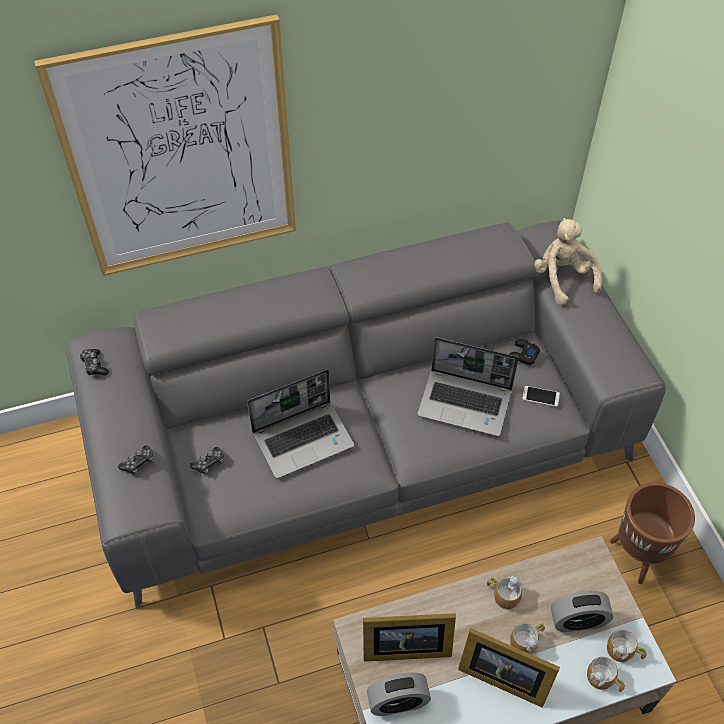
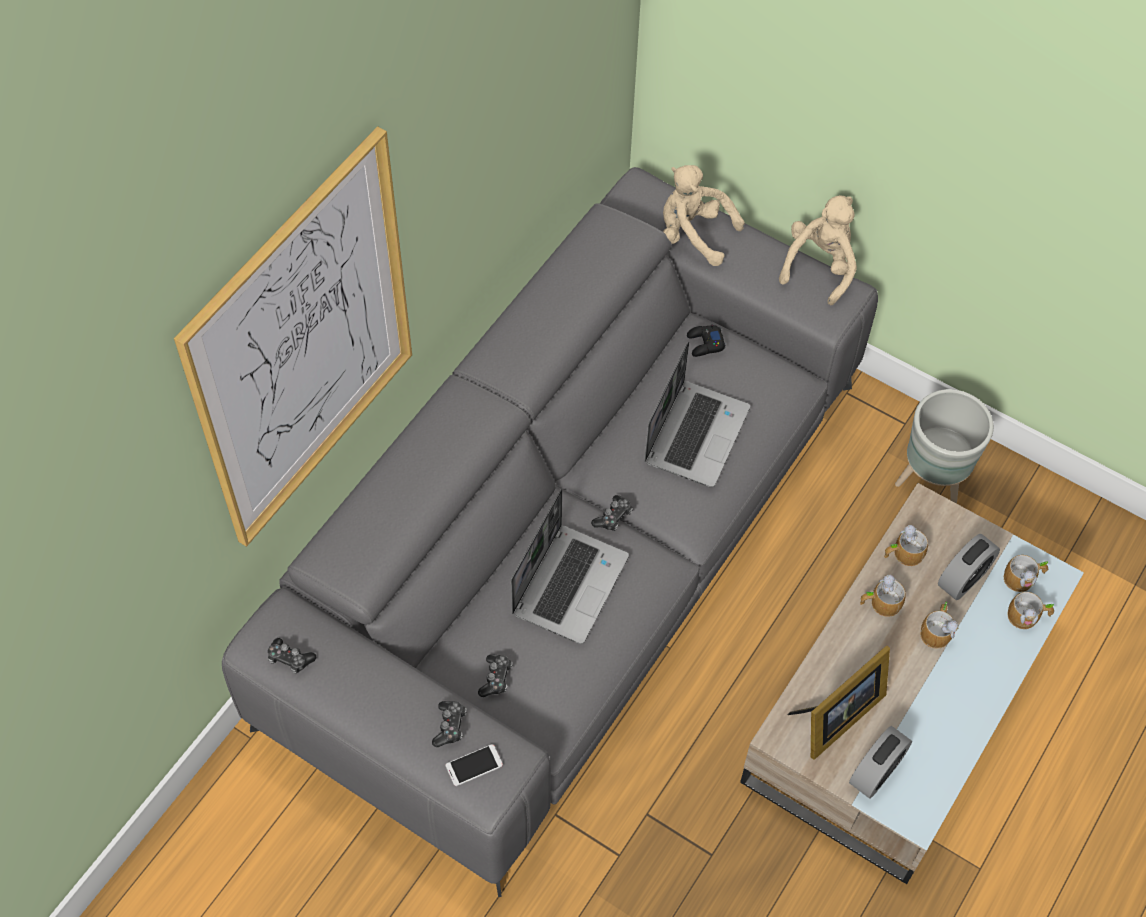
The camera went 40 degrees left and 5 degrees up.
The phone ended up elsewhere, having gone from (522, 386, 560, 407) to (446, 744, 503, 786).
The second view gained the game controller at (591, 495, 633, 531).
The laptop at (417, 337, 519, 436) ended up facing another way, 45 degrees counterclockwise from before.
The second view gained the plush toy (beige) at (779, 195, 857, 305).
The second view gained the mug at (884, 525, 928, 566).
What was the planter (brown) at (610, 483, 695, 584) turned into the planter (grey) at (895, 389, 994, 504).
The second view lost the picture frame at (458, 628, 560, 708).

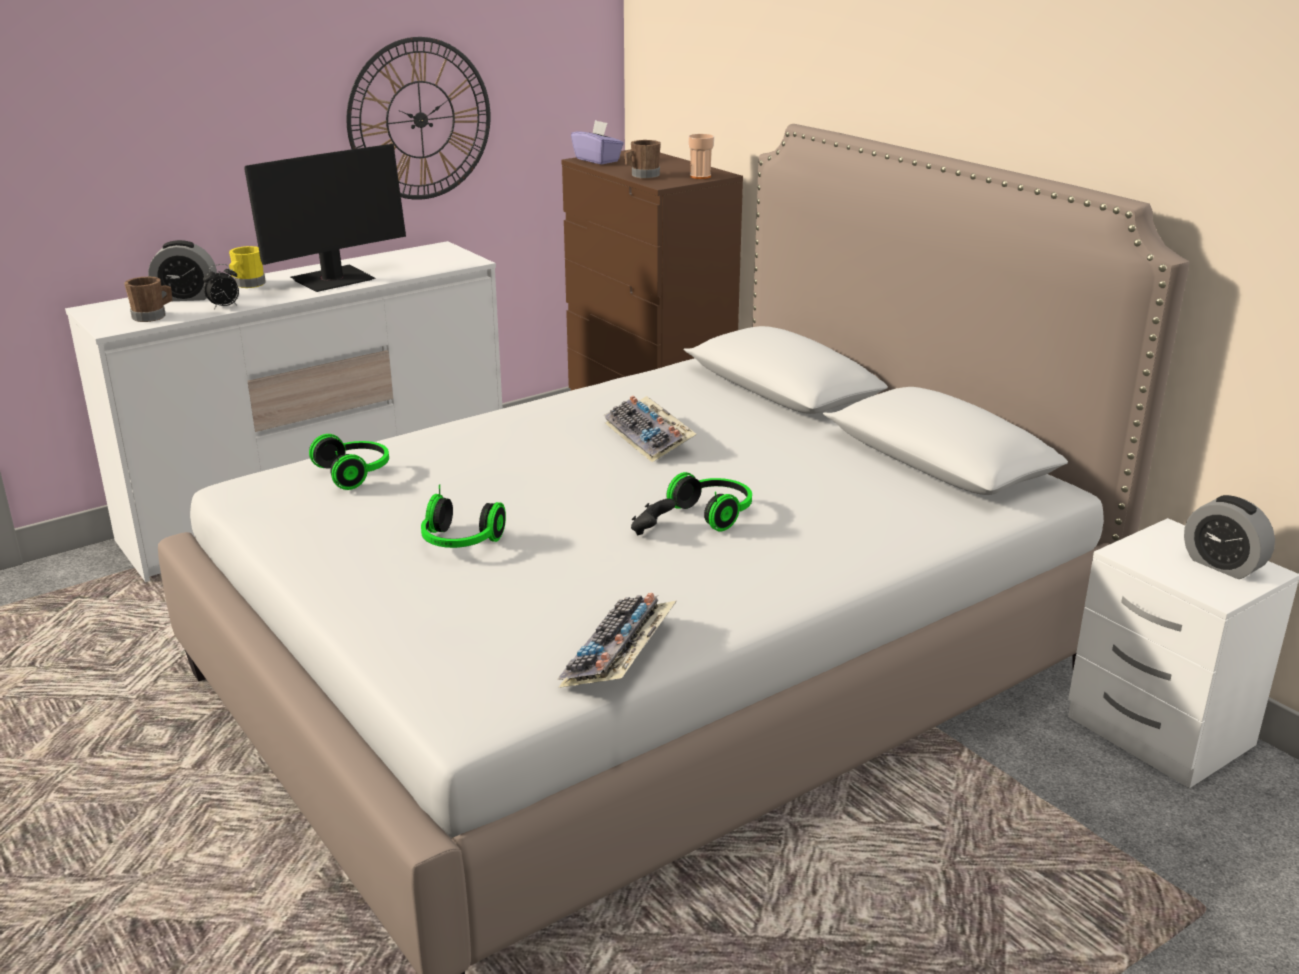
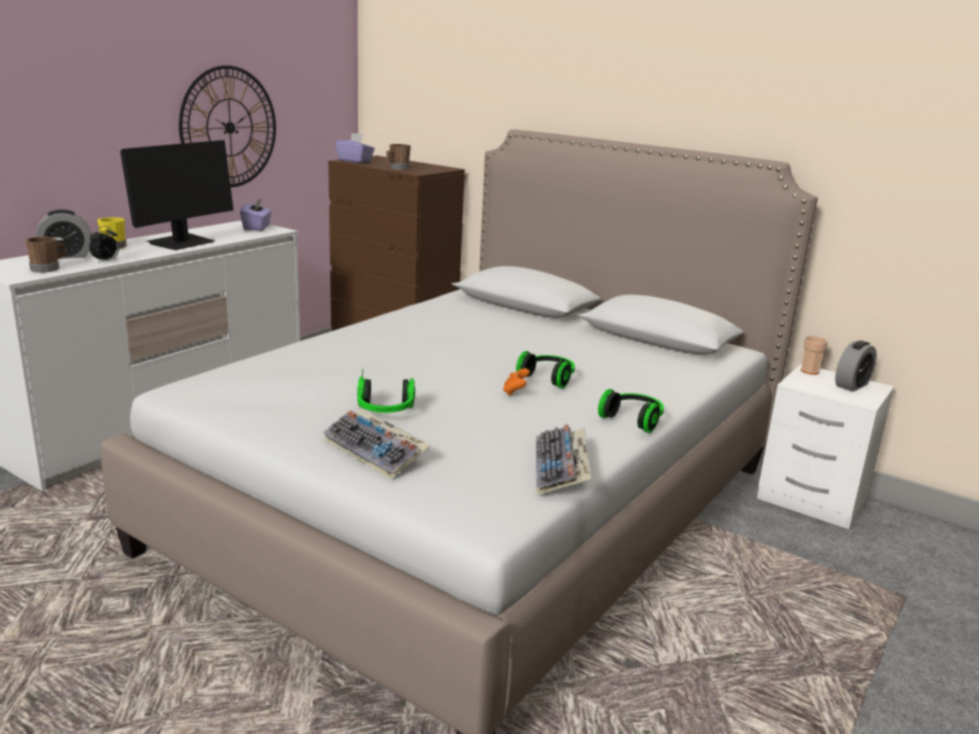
The camera went 20 degrees left and 5 degrees down.
The second view gained the tissue box (purple) at (240, 197, 272, 231).
The keyboard ended up elsewhere, having gone from (604, 396, 696, 463) to (322, 409, 430, 479).
What was the game controller (black) at (631, 498, 676, 536) turned into the game controller (orange) at (503, 368, 530, 396).
The headphones ended up elsewhere, having gone from (309, 434, 389, 490) to (598, 389, 664, 433).
The cup ended up elsewhere, having gone from (688, 134, 714, 179) to (801, 336, 828, 375).
The alarm clock at (1184, 495, 1275, 579) ended up facing another way, 75 degrees counterclockwise from before.

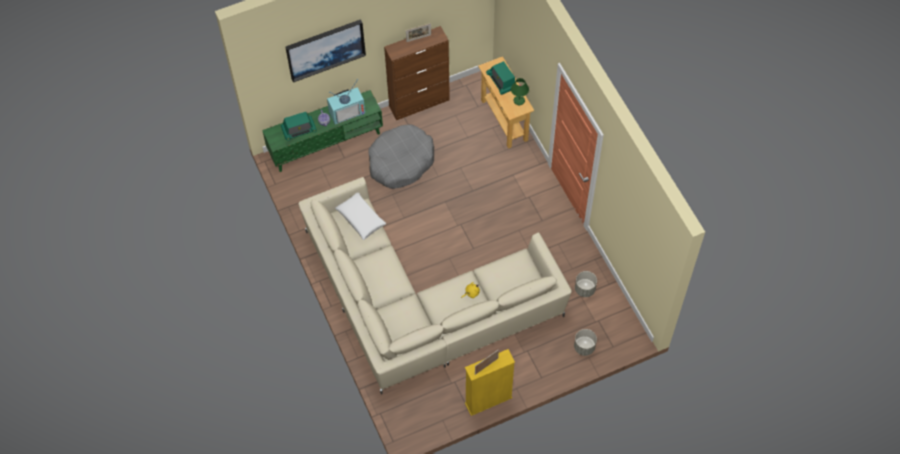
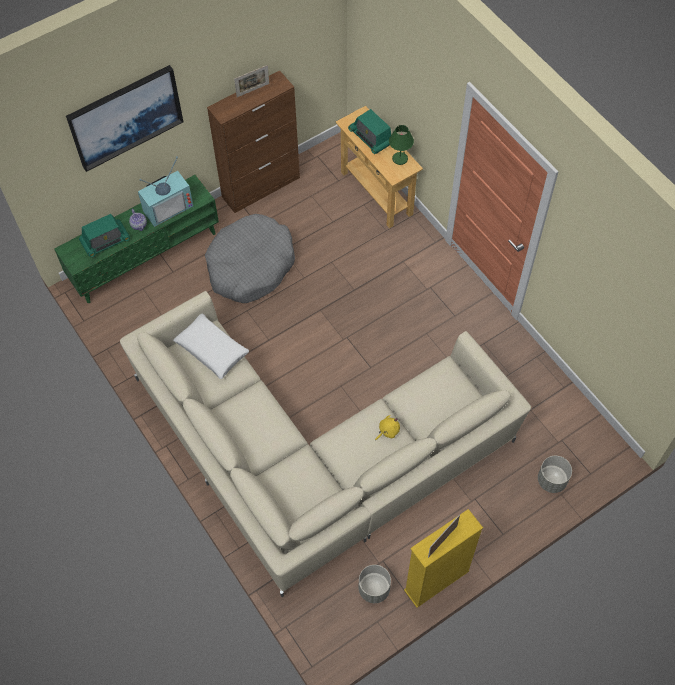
The camera went 10 degrees left and 0 degrees up.
The planter (grey) ended up elsewhere, having gone from (575, 271, 597, 297) to (359, 565, 391, 603).

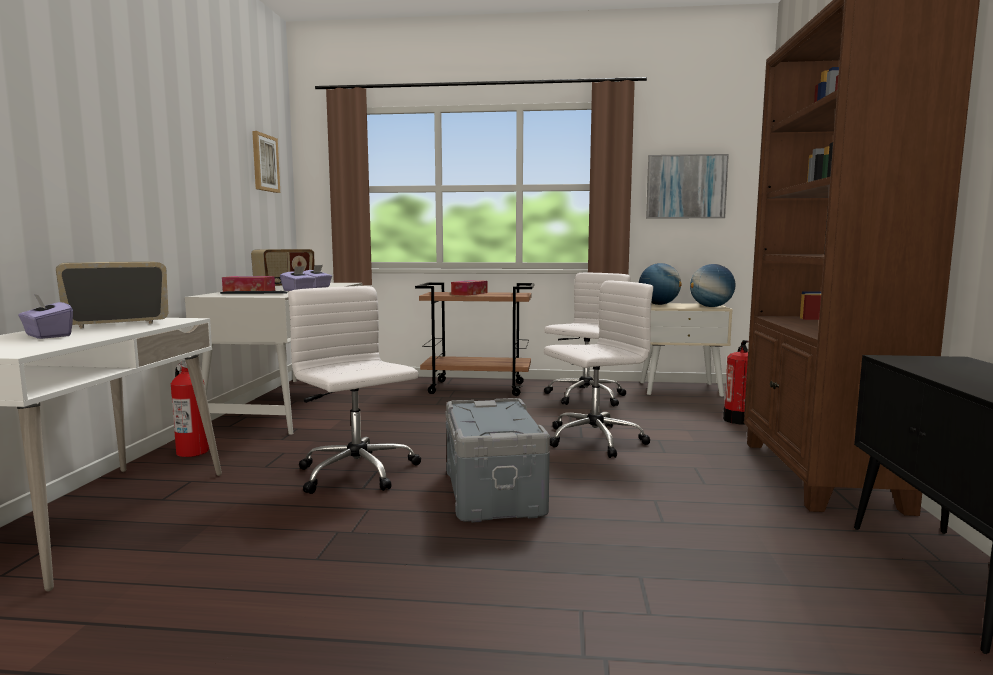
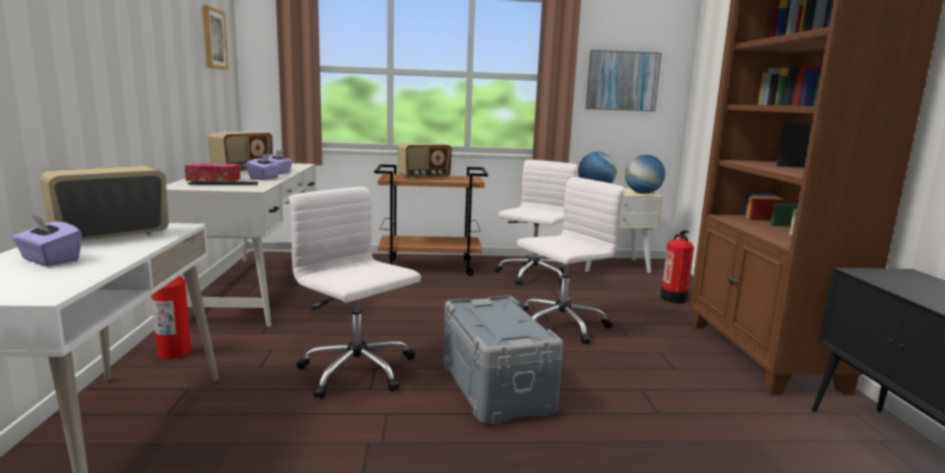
The camera went 10 degrees left and 5 degrees up.
Where the tissue box stood at (451, 280, 487, 296), the radio came to stand at (398, 143, 452, 180).

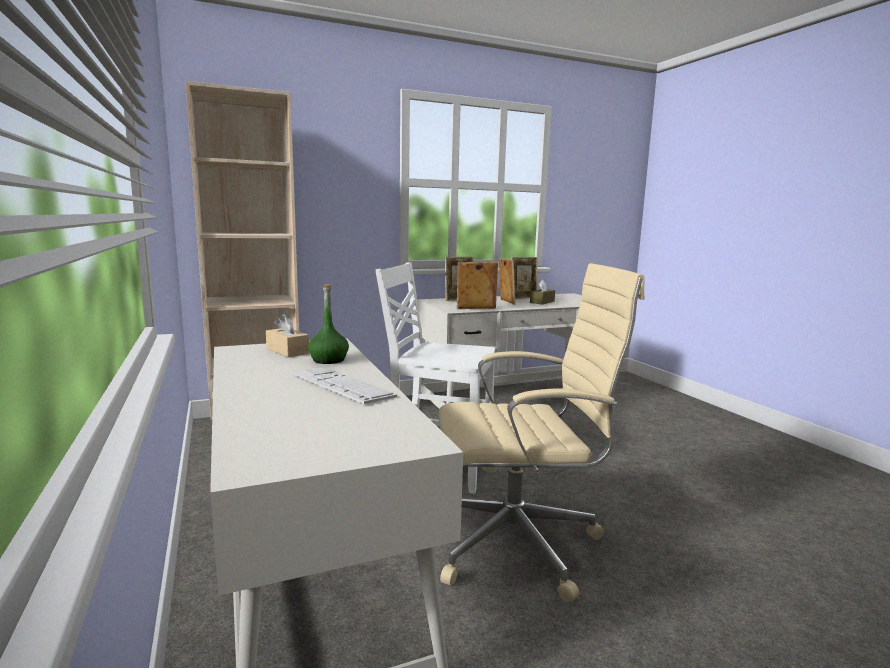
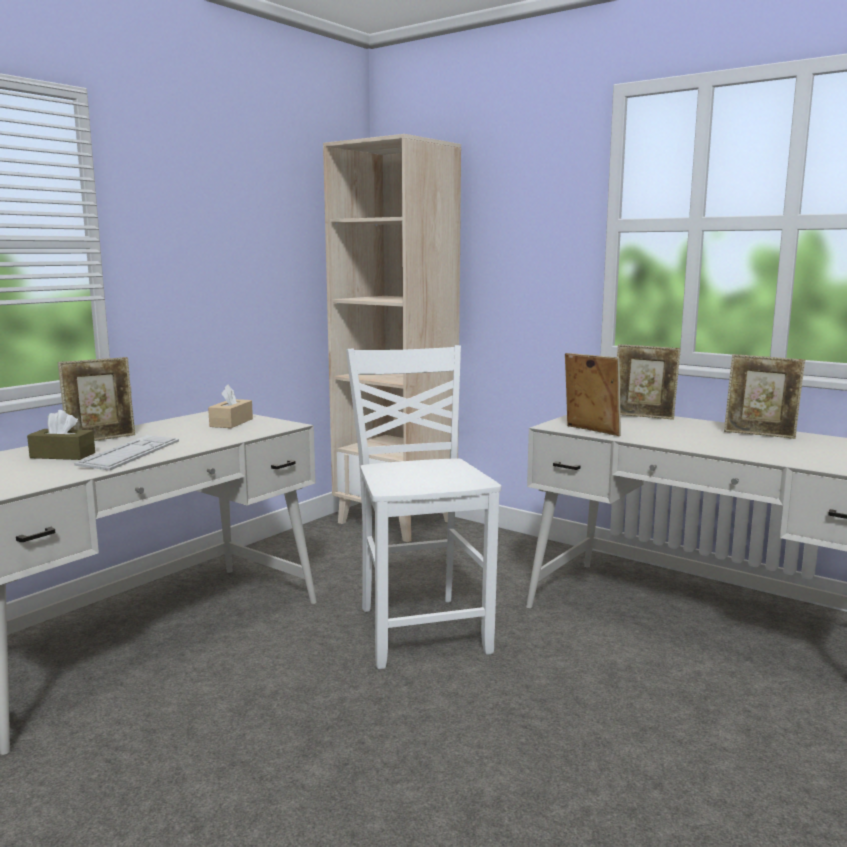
The camera went 60 degrees right and 0 degrees up.
The tissue box (brown) ended up elsewhere, having gone from (530, 280, 555, 305) to (27, 410, 95, 460).
The picture frame ended up elsewhere, having gone from (499, 258, 516, 305) to (58, 357, 135, 441).
The second view lost the bottle (green) at (308, 284, 349, 364).
The second view lost the office chair (beige) at (439, 263, 645, 602).

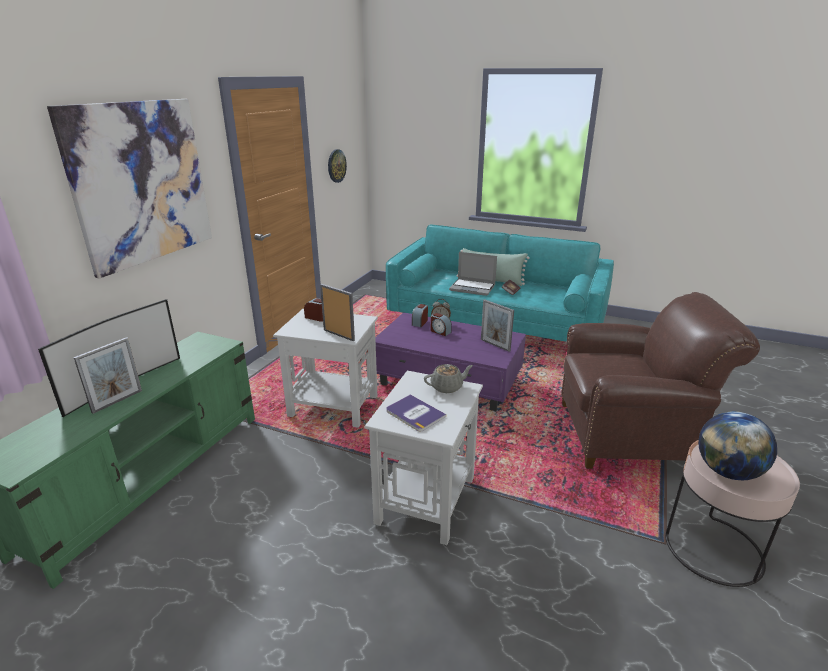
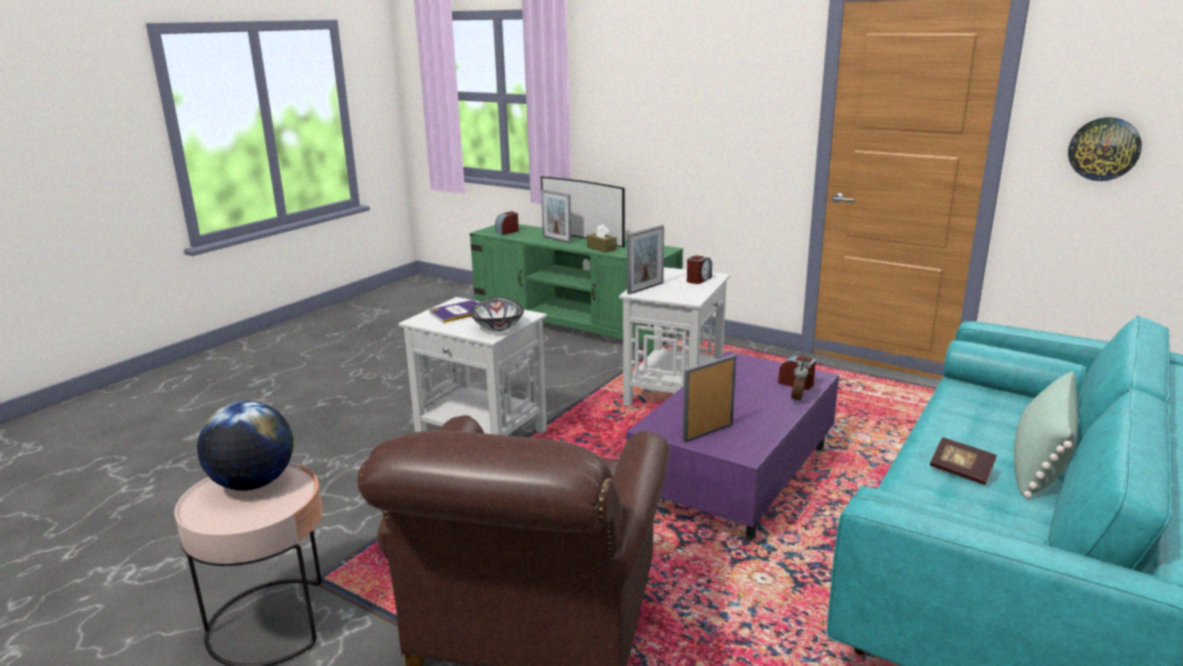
The camera went 100 degrees right and 5 degrees down.
Where the teapot (grey) stood at (424, 364, 473, 393), the bowl came to stand at (471, 297, 524, 331).
The alarm clock ended up elsewhere, having gone from (431, 313, 452, 336) to (495, 211, 519, 235).
The second view gained the tissue box (brown) at (587, 224, 617, 253).
The second view lost the picture at (47, 99, 212, 278).
The second view lost the laptop at (449, 252, 497, 296).

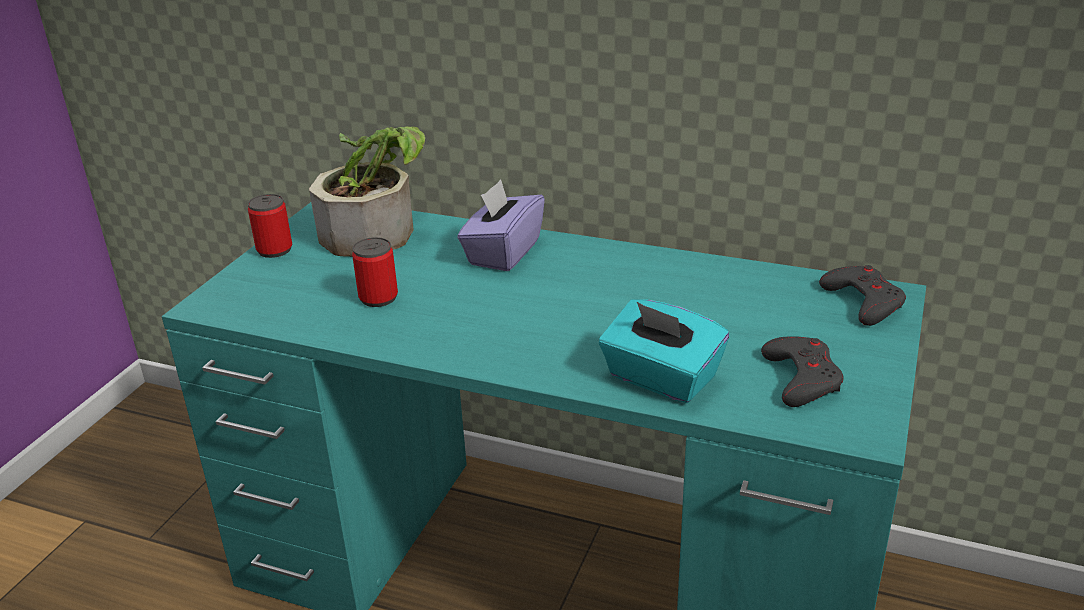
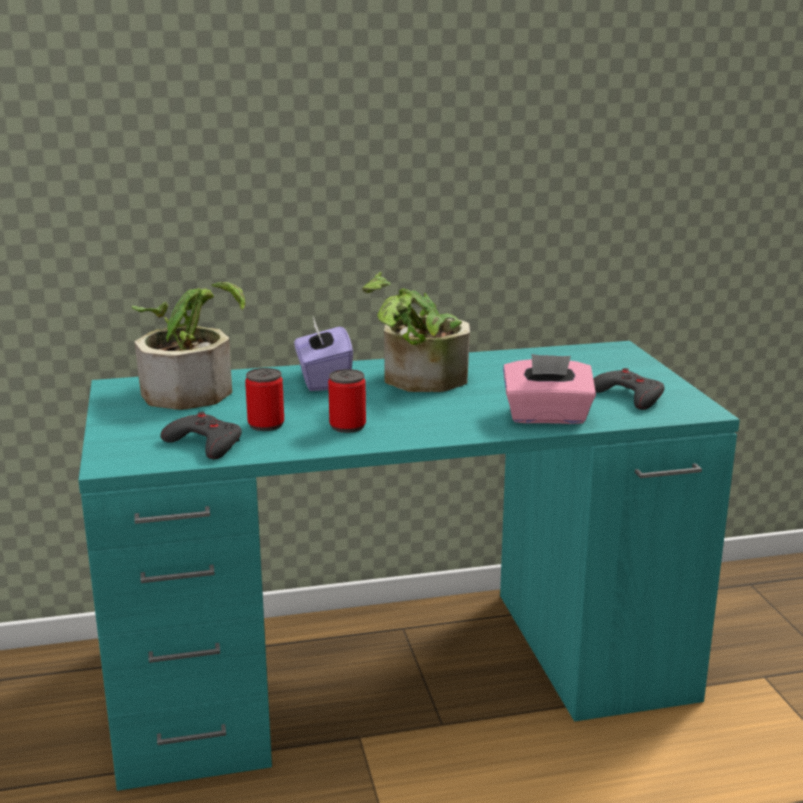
The camera went 35 degrees left and 10 degrees down.
The game controller (grey) ended up elsewhere, having gone from (819, 265, 906, 326) to (161, 412, 242, 460).
The can ended up elsewhere, having gone from (248, 194, 292, 258) to (328, 369, 366, 433).
The second view gained the potted plant at (362, 272, 470, 392).
What was the tissue box (turquoise) at (599, 300, 729, 403) turned into the tissue box (pink) at (503, 354, 596, 424).

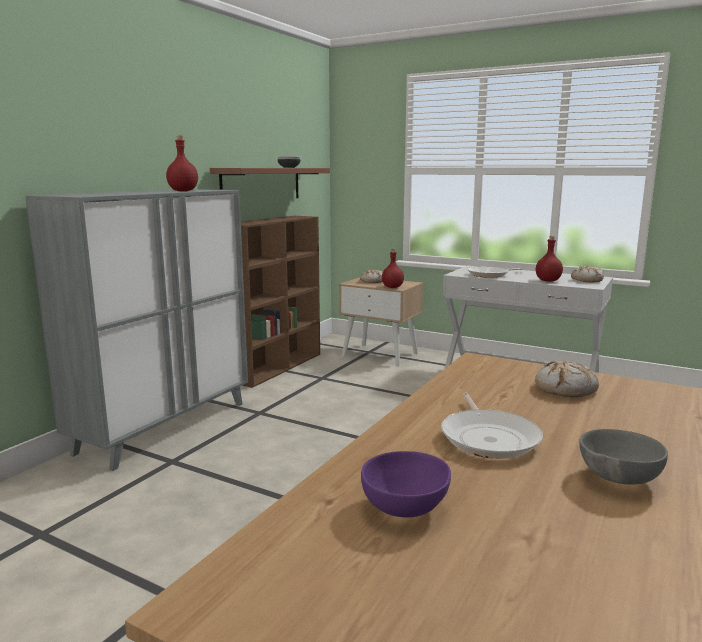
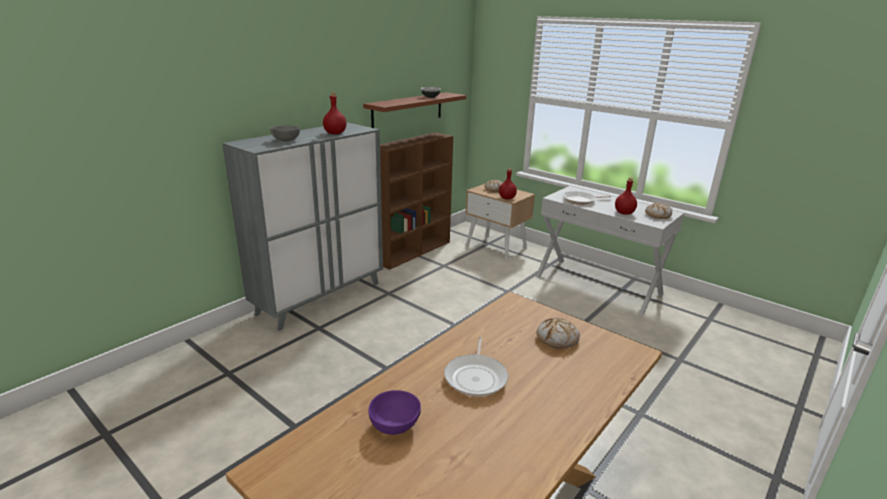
The camera went 10 degrees right and 10 degrees up.
The bowl (grey) ended up elsewhere, having gone from (579, 429, 668, 485) to (270, 125, 300, 141).

